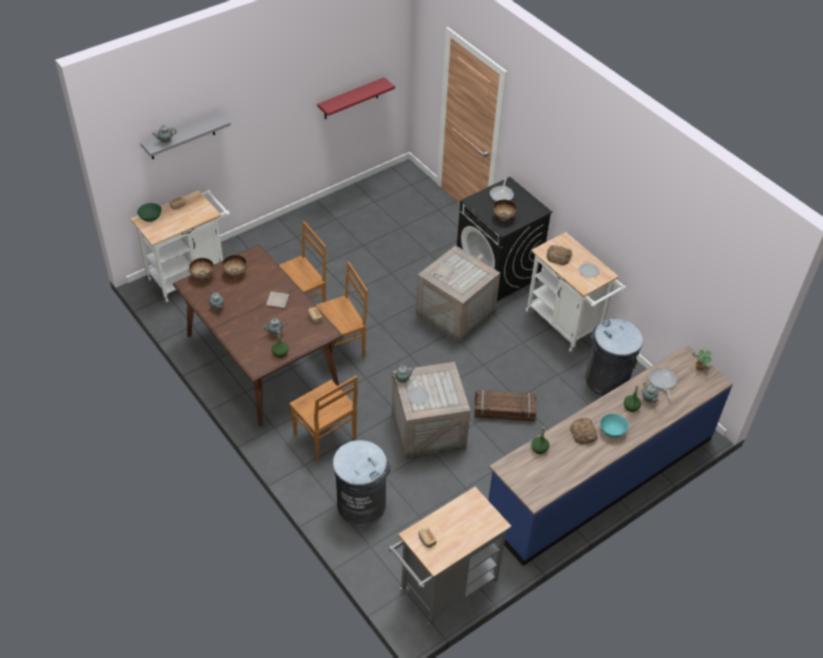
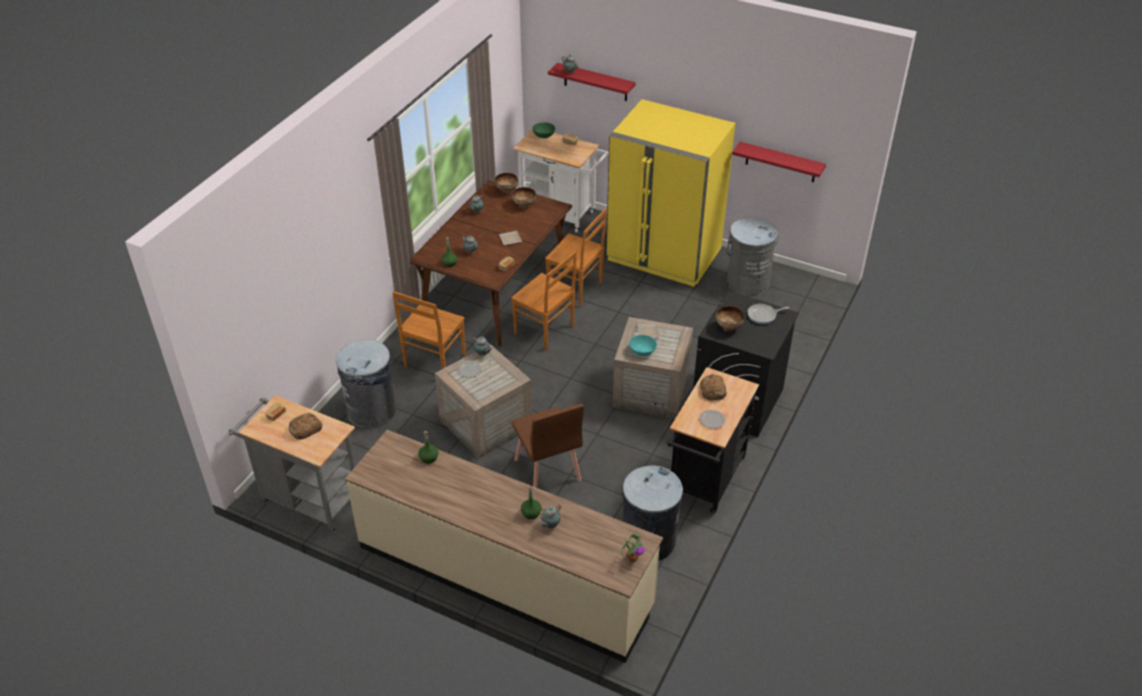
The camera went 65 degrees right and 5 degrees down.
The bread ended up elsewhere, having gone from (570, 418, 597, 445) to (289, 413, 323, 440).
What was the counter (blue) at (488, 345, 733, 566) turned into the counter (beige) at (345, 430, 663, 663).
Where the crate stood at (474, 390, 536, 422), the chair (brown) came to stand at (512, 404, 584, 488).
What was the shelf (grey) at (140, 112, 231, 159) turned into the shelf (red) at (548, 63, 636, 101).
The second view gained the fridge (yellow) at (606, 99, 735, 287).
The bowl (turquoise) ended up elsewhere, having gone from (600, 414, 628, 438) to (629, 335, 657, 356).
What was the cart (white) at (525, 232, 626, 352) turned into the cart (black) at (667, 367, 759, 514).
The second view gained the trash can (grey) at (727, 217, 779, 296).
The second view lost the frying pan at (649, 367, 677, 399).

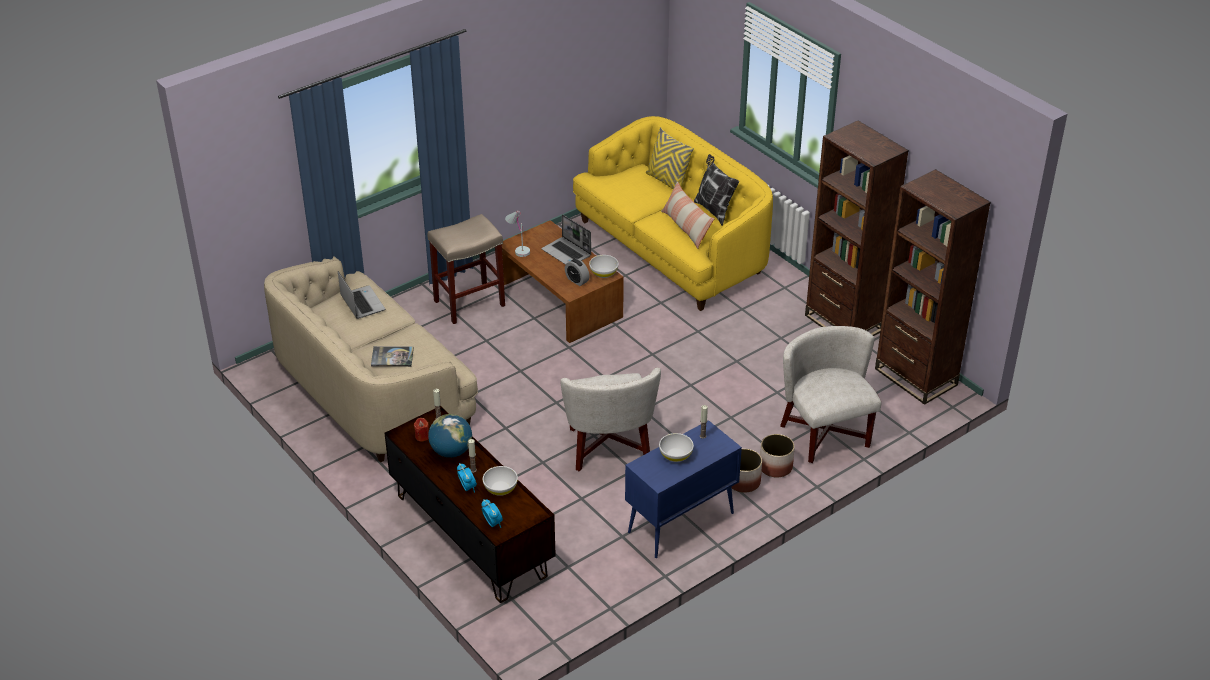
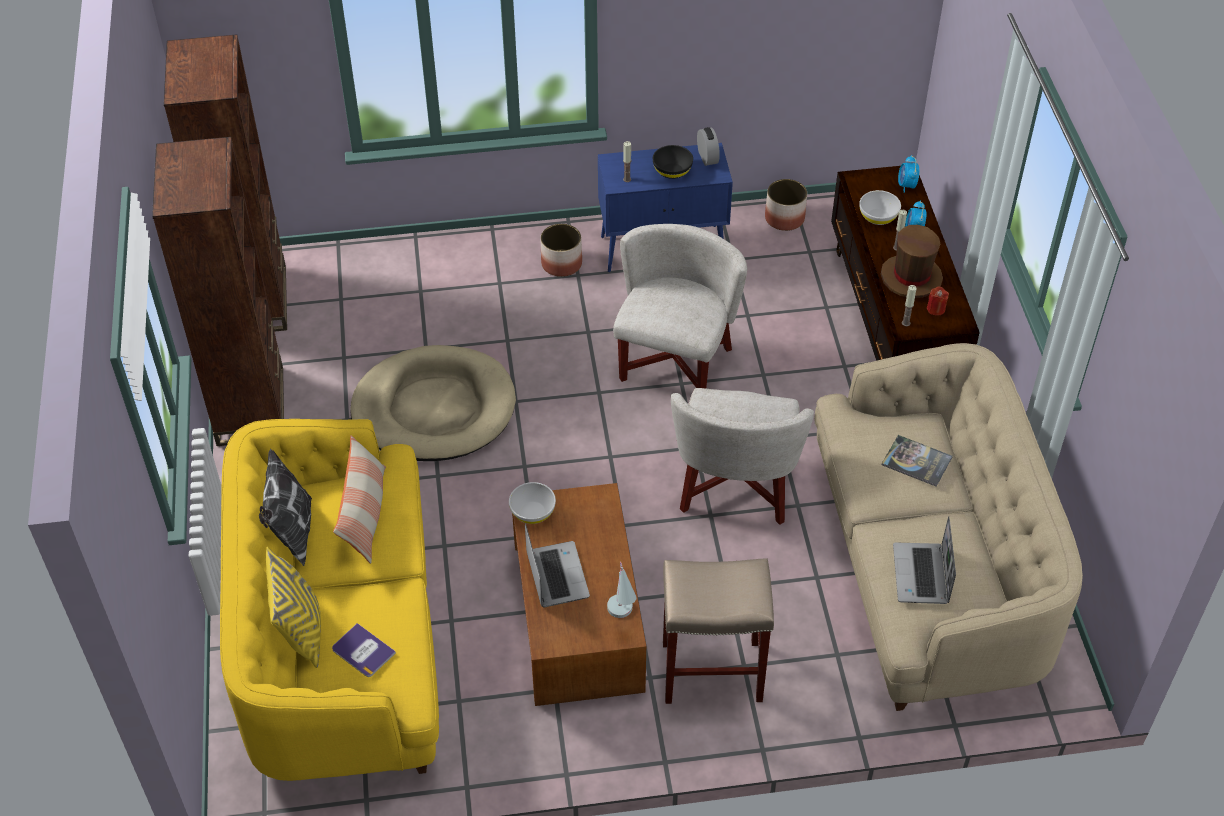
The camera went 150 degrees left and 10 degrees up.
The second view gained the book at (332, 623, 396, 677).
The second view gained the dog bed (beige) at (350, 345, 516, 461).
What was the bowl (white) at (659, 433, 694, 462) turned into the bowl (black) at (653, 145, 693, 179).
The armchair (white) ended up elsewhere, having gone from (780, 326, 881, 463) to (671, 388, 814, 525).
The alarm clock ended up elsewhere, having gone from (565, 259, 590, 286) to (697, 127, 720, 166).
The planter ended up elsewhere, having gone from (760, 434, 795, 478) to (765, 179, 807, 231).
Where the globe stood at (428, 414, 472, 458), the hat (brown) came to stand at (881, 225, 943, 298).

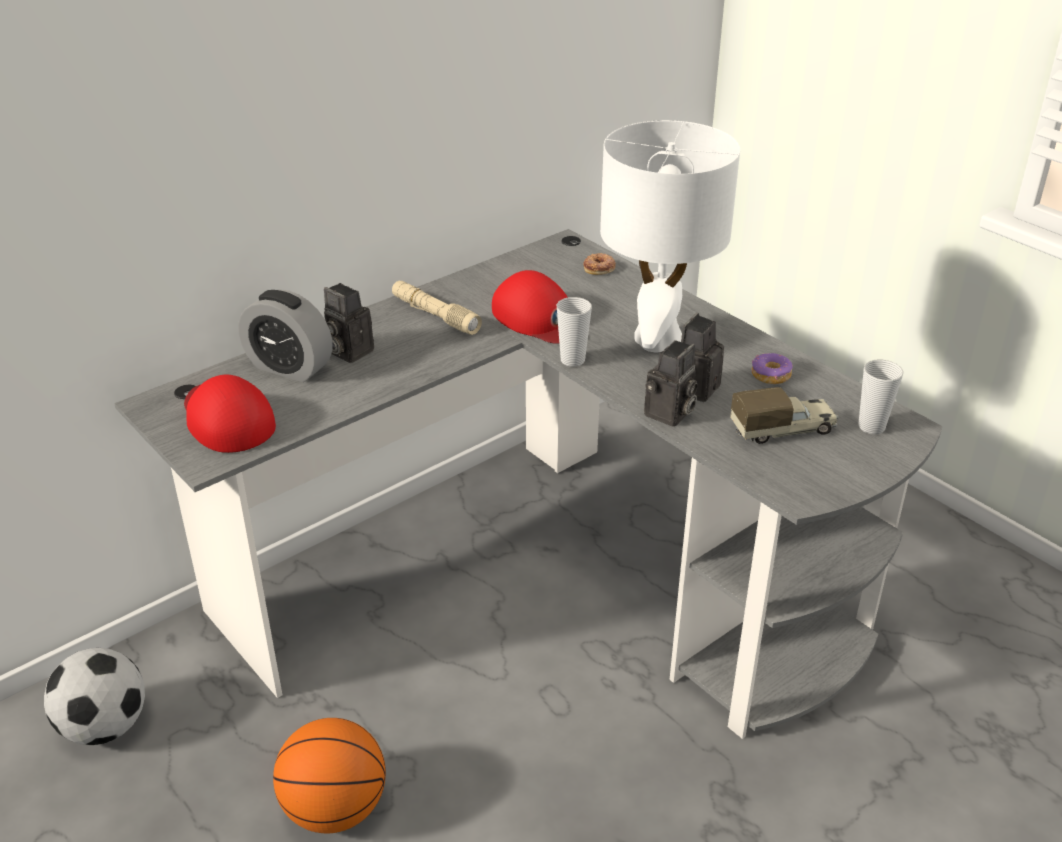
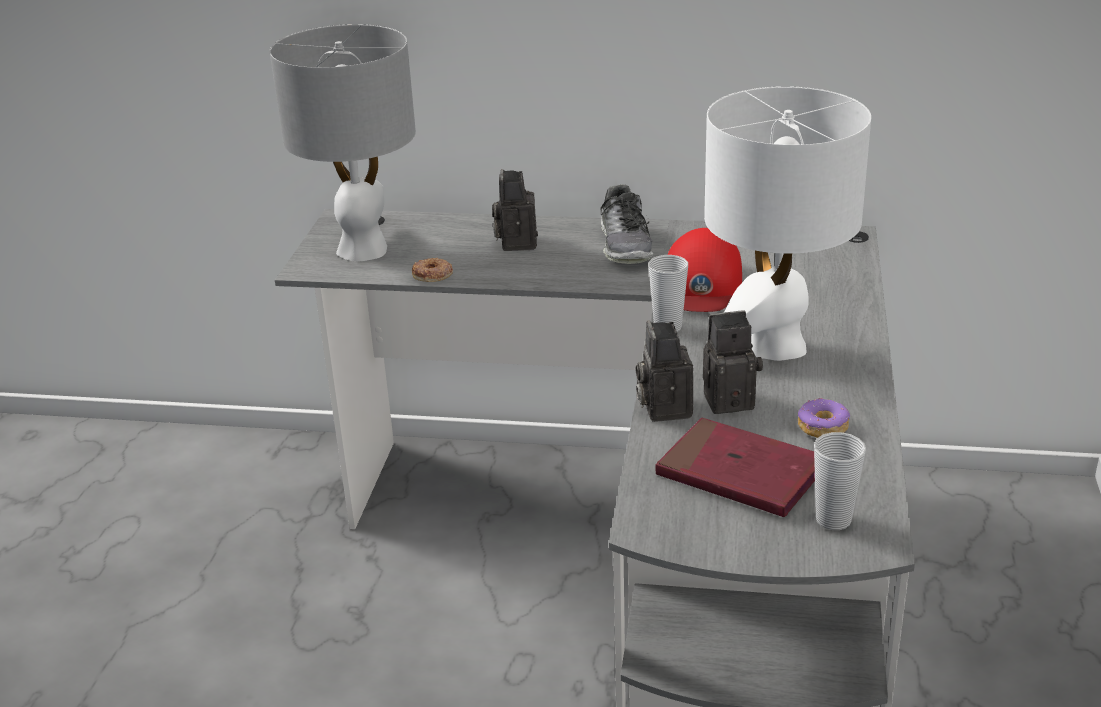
The camera went 50 degrees right and 5 degrees down.
Where the cap (red) stood at (184, 375, 276, 453), the table lamp (grey) came to stand at (270, 24, 416, 261).
The donut ended up elsewhere, having gone from (583, 253, 616, 275) to (412, 258, 453, 282).
Where the flashlight (beige) stood at (392, 281, 482, 335), the shoe came to stand at (600, 184, 653, 264).
The photo camera at (644, 340, 698, 427) ended up facing another way, 90 degrees clockwise from before.
Where the toy truck stood at (730, 387, 839, 444), the book (red) came to stand at (655, 418, 815, 517).
The second view lost the football at (44, 648, 145, 745).
The second view lost the alarm clock at (238, 289, 333, 382).
The second view lost the basketball at (273, 718, 386, 833).

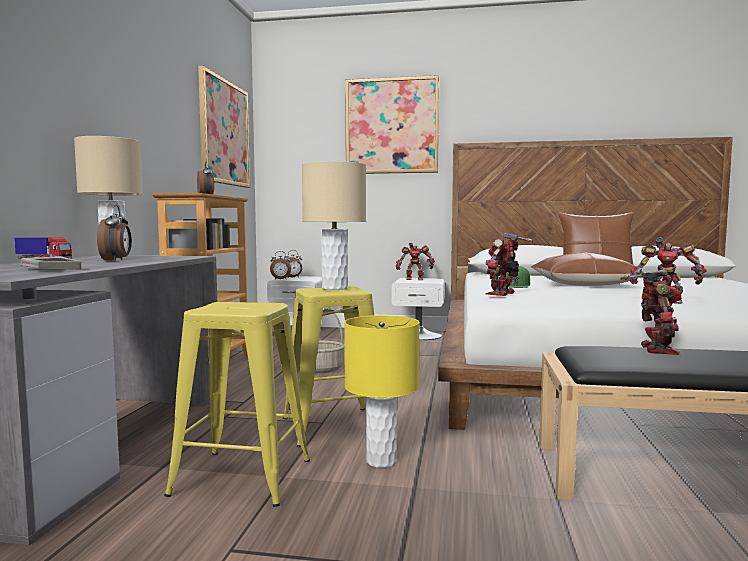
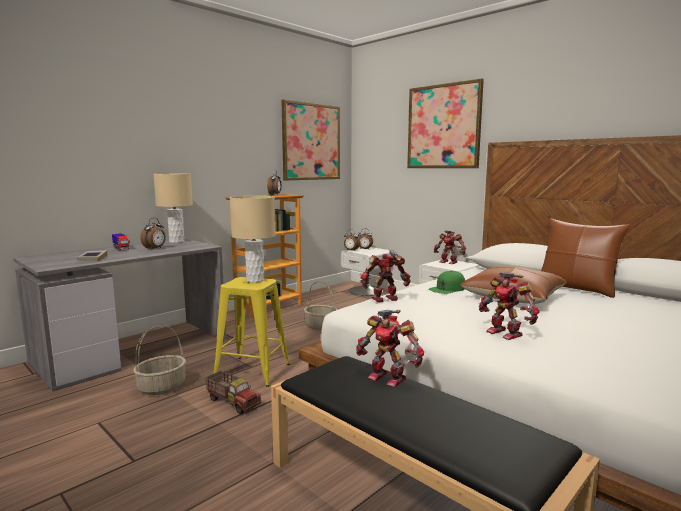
The camera went 35 degrees right and 5 degrees up.
Where the stool (yellow) stood at (164, 302, 310, 507), the basket came to stand at (133, 325, 186, 395).
Where the table lamp (yellow) stood at (344, 315, 420, 468), the toy truck came to stand at (205, 371, 261, 414).
The toy robot at (620, 269, 681, 355) ended up facing another way, 75 degrees clockwise from before.

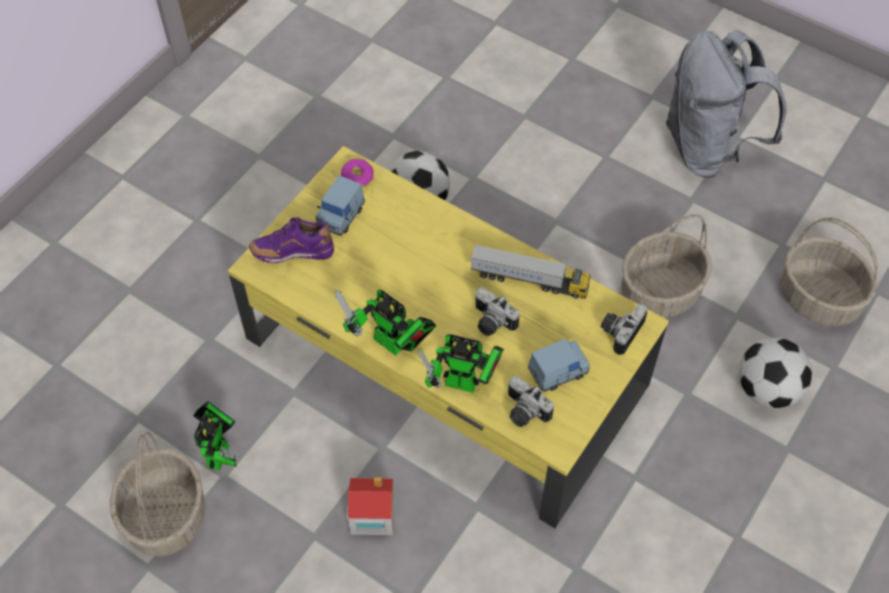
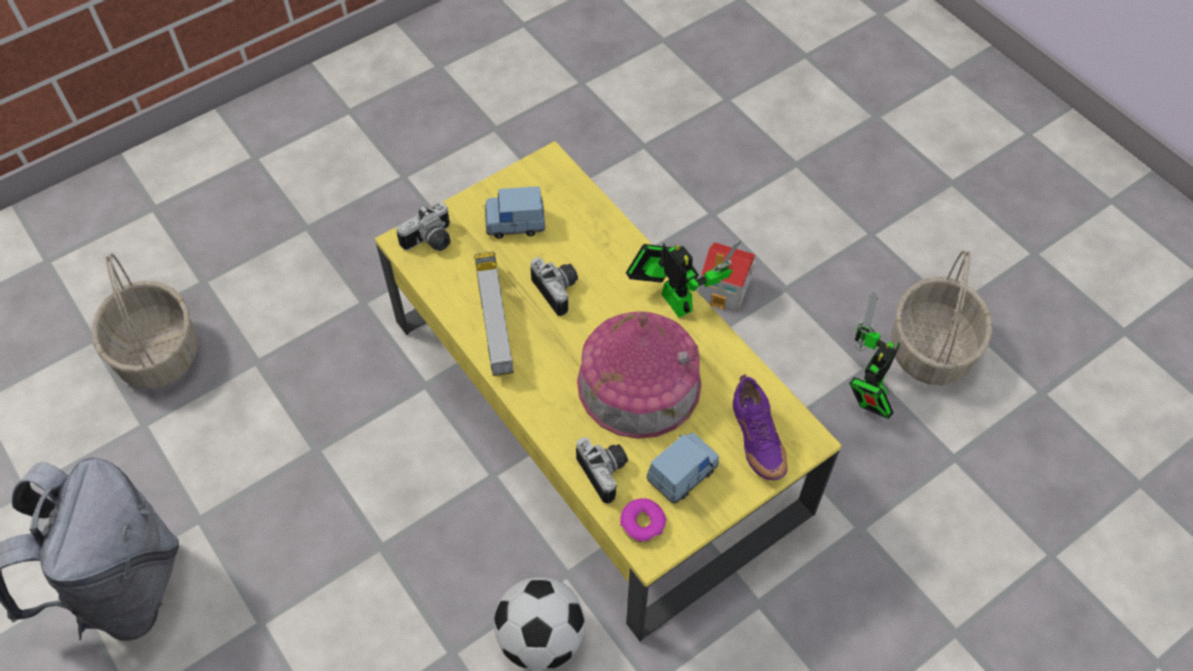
The camera went 160 degrees left and 0 degrees up.
The toy truck at (471, 244, 591, 299) ended up facing another way, 45 degrees clockwise from before.
The photo camera ended up elsewhere, having gone from (508, 375, 554, 427) to (576, 437, 628, 504).
The second view gained the toy house at (577, 311, 702, 439).
The shoe (purple) at (249, 217, 334, 263) ended up facing another way, 60 degrees clockwise from before.
The second view lost the toy robot at (418, 334, 504, 393).
The second view lost the basket at (621, 214, 712, 318).
The second view lost the football at (739, 338, 812, 409).

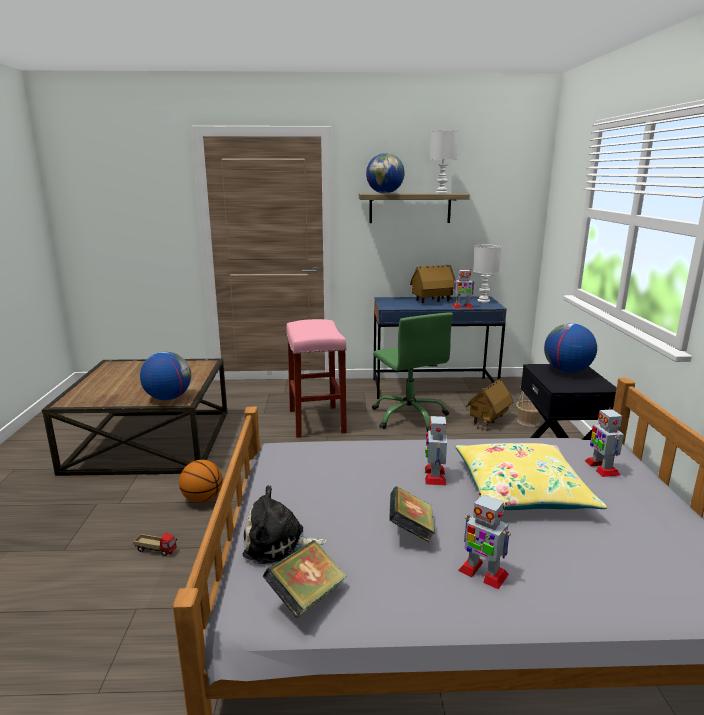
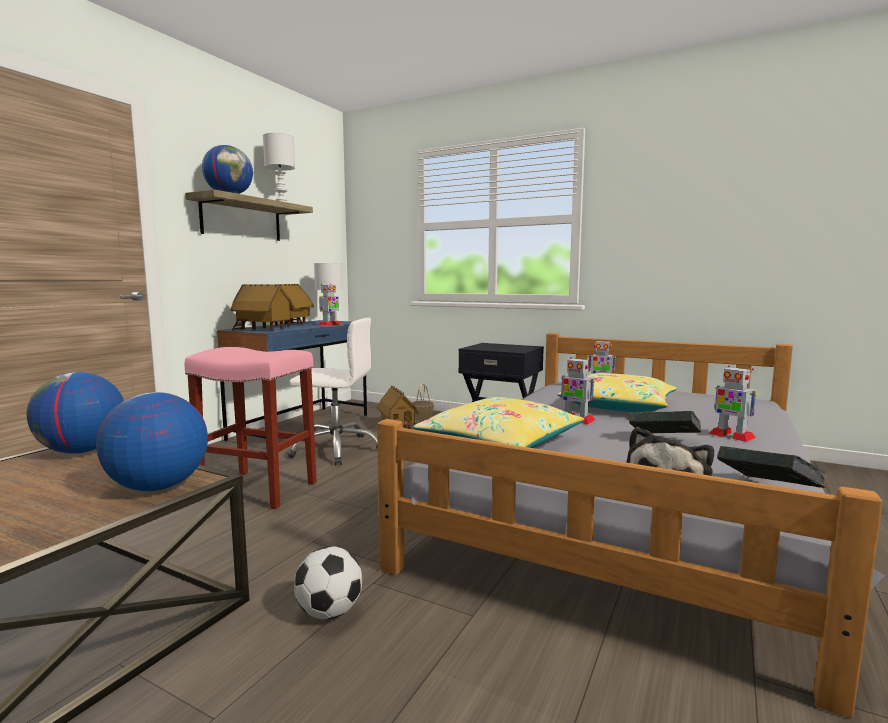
The camera went 60 degrees left and 10 degrees down.
The globe ended up elsewhere, having gone from (544, 323, 597, 373) to (27, 372, 124, 454).
The second view gained the toy house at (230, 284, 293, 330).
What was the office chair (green) at (372, 313, 453, 432) turned into the office chair (white) at (287, 318, 378, 465).
Where the basketball stood at (179, 460, 223, 503), the football came to stand at (294, 546, 362, 619).
The second view gained the pillow (yellow) at (413, 397, 584, 448).
The toy robot at (458, 493, 511, 590) ended up facing another way, 75 degrees clockwise from before.
The second view lost the toy truck at (133, 533, 177, 556).

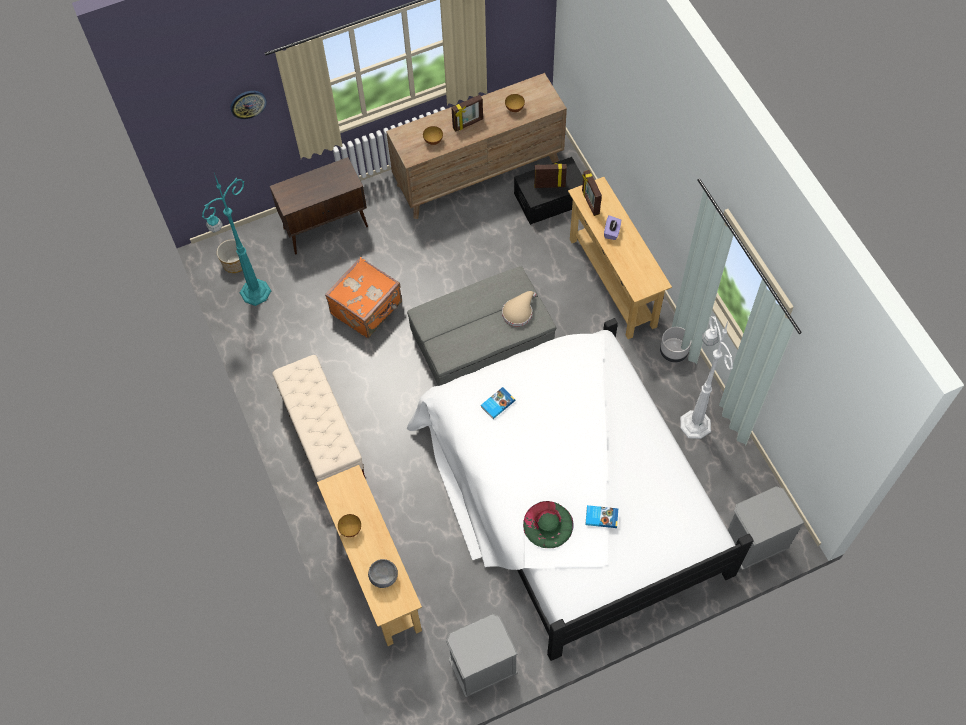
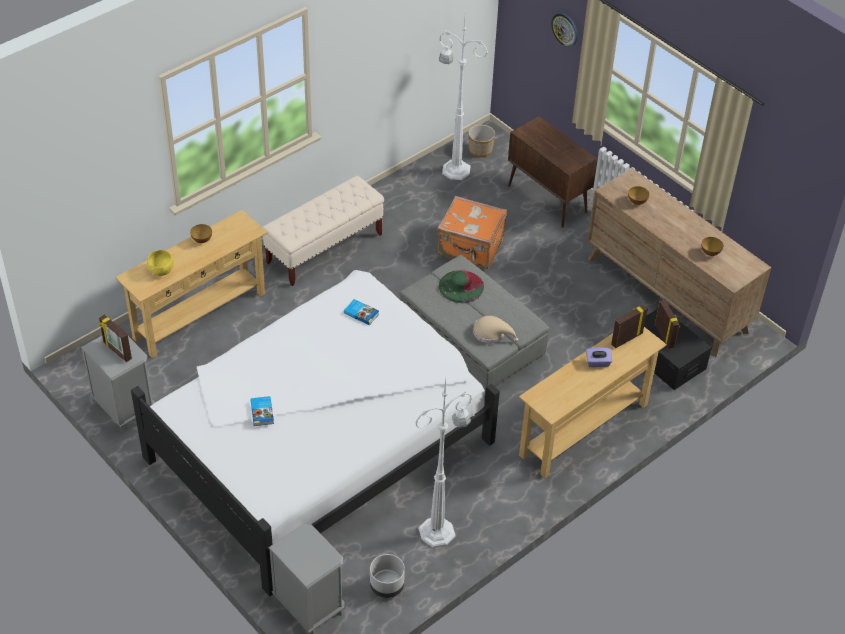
The camera went 70 degrees right and 15 degrees down.
The picture frame ended up elsewhere, having gone from (451, 95, 483, 132) to (99, 315, 132, 362).
What was the bowl (grey) at (368, 559, 398, 588) turned into the bowl (yellow) at (147, 250, 174, 276).
The planter (grey) ended up elsewhere, having gone from (660, 327, 692, 363) to (370, 554, 405, 598).
What was the floor lamp (turquoise) at (202, 173, 271, 306) turned into the floor lamp (white) at (439, 18, 488, 180).
The hat (green) ended up elsewhere, having gone from (523, 501, 574, 548) to (439, 270, 484, 303).

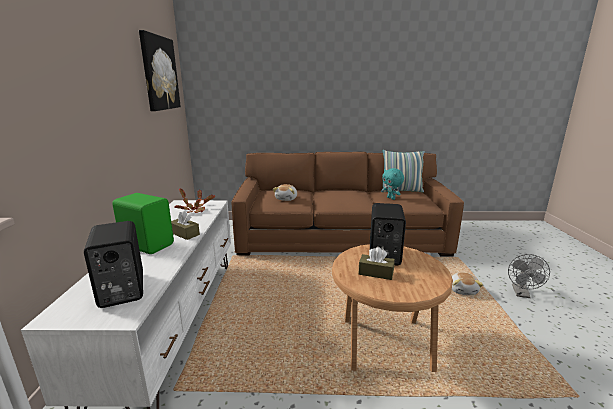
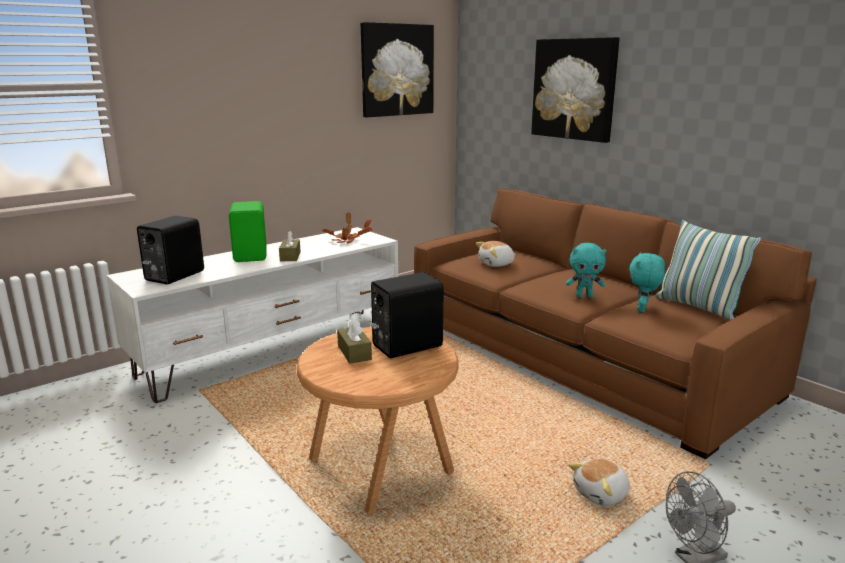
The camera went 50 degrees right and 0 degrees up.
The second view gained the picture at (531, 37, 620, 143).
The second view gained the plush toy (turquoise) at (566, 243, 606, 298).

